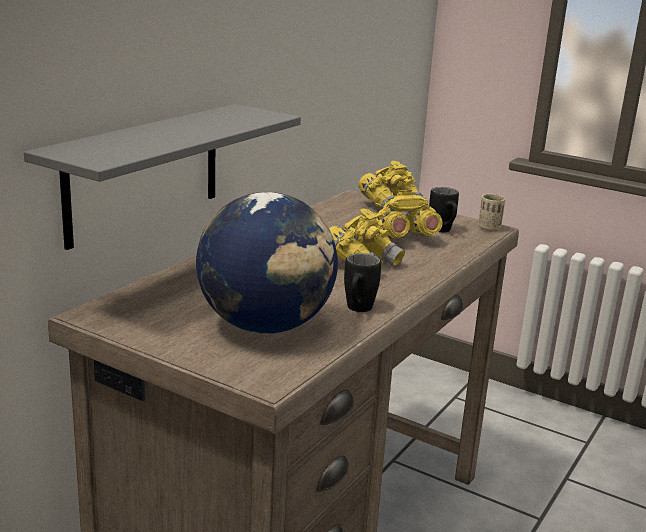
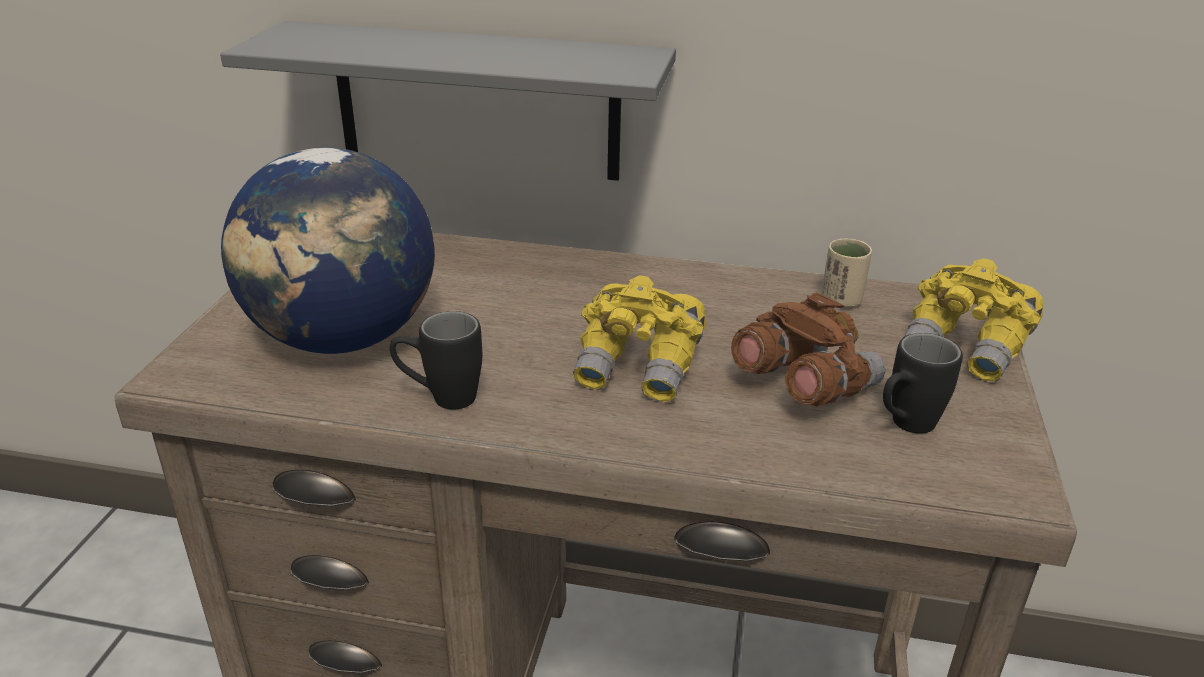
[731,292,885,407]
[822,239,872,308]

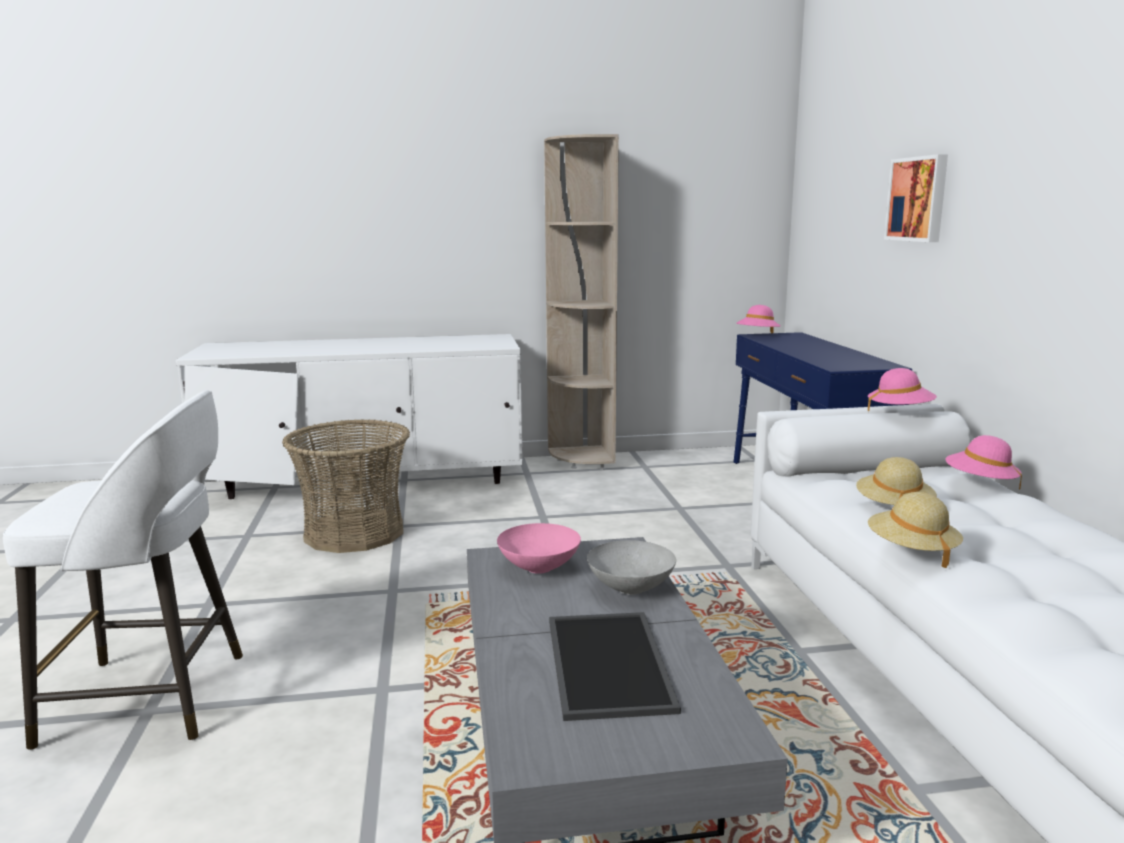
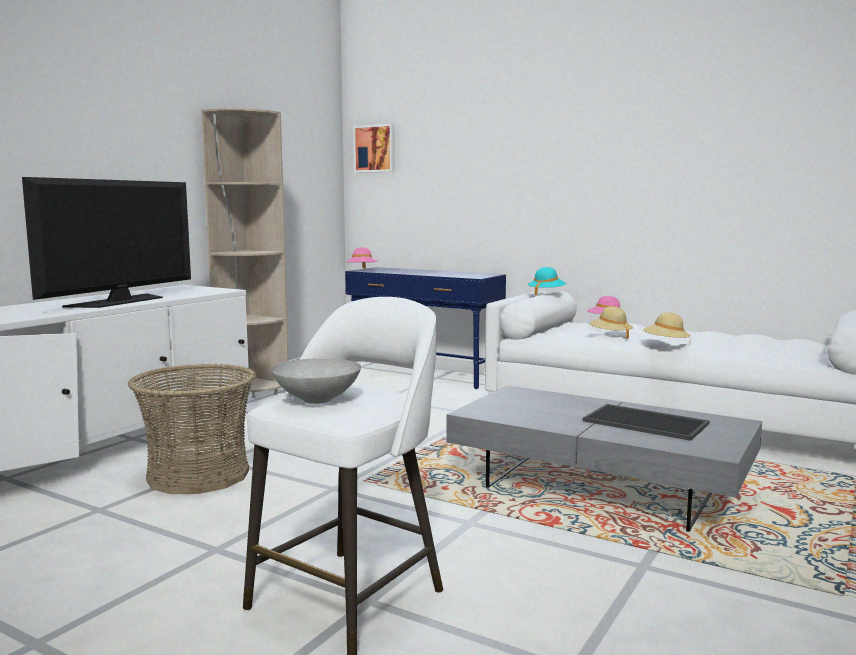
[22,177,191,308]
[271,358,361,404]
[353,124,395,173]
[528,267,566,295]
[497,523,581,574] (first image)

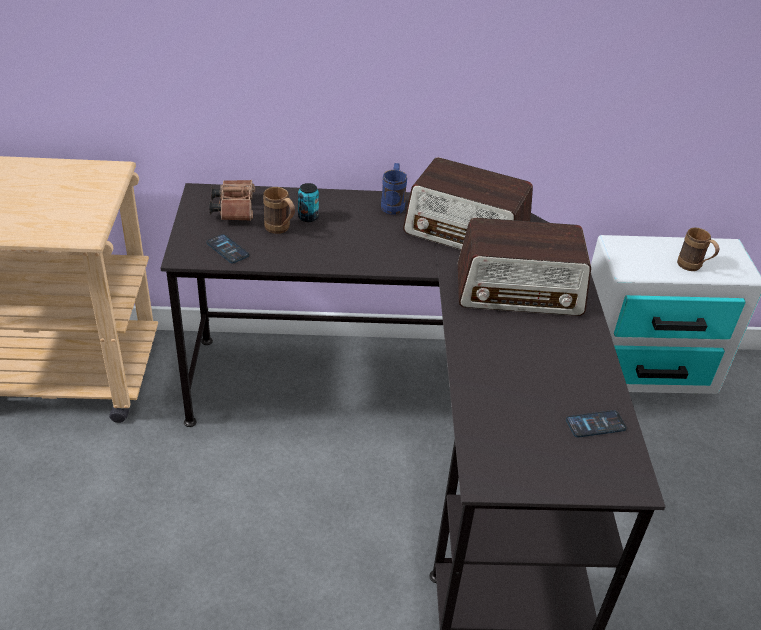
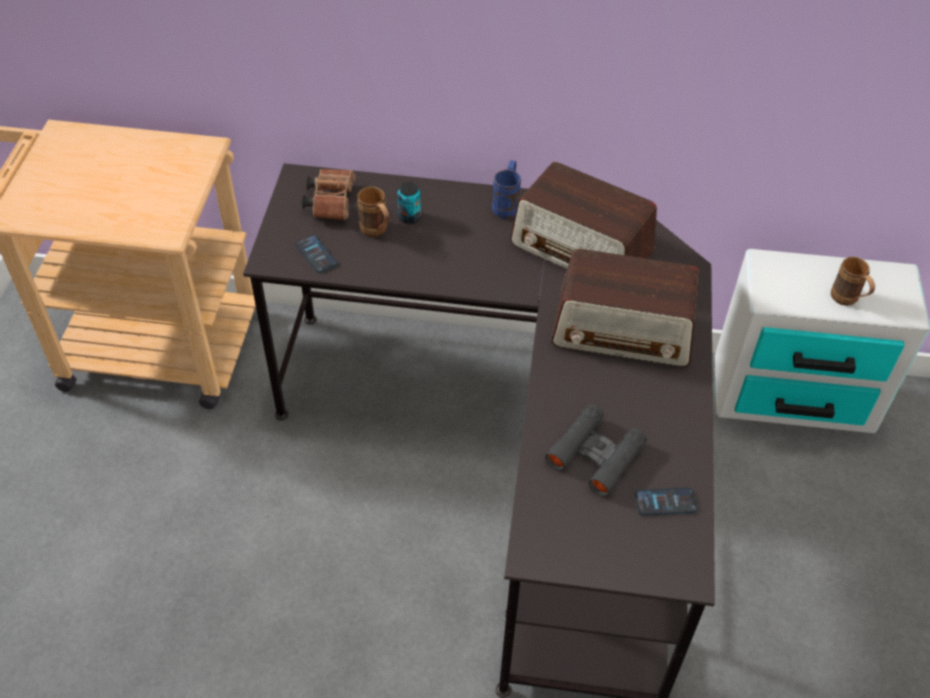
[545,404,647,497]

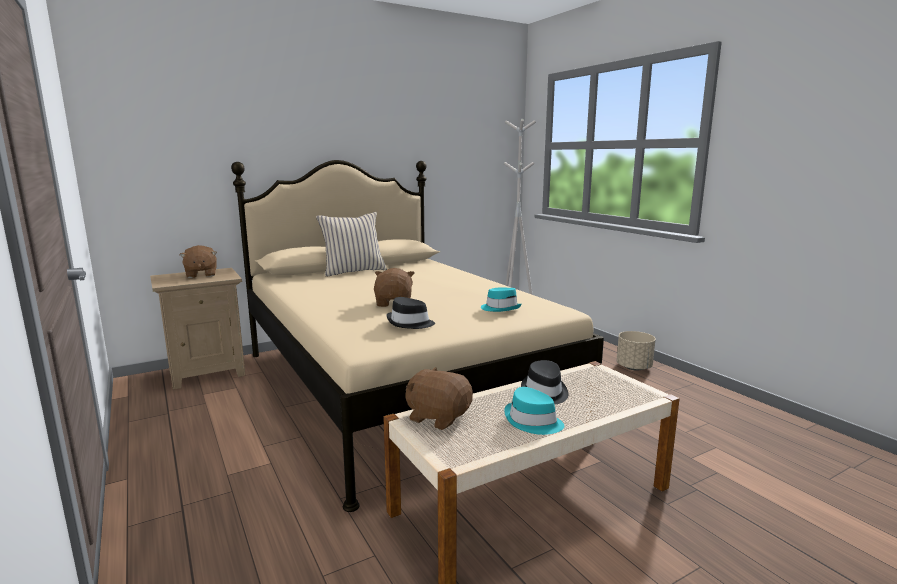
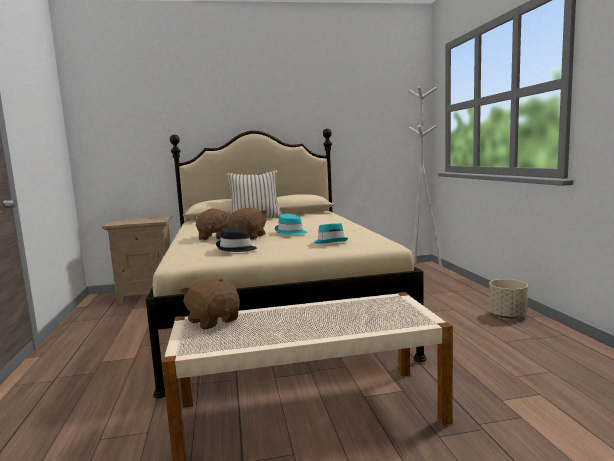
[193,208,228,240]
[275,214,307,235]
[521,360,568,405] (first image)

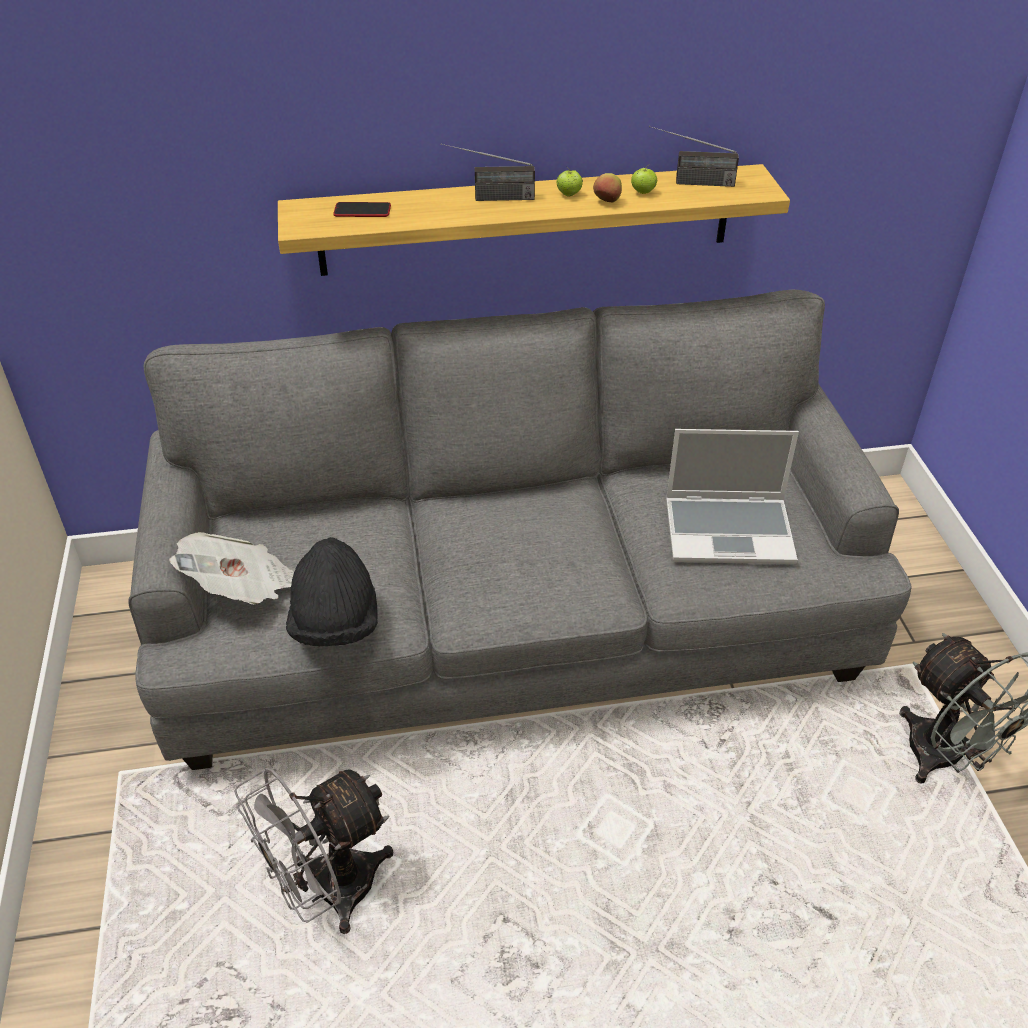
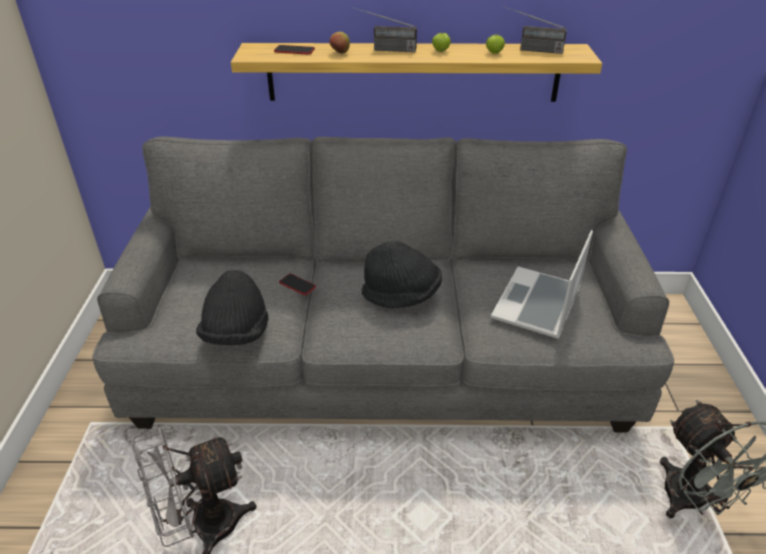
[279,274,316,295]
[330,32,350,53]
[362,241,442,308]
[490,230,593,339]
[169,532,294,604] (first image)

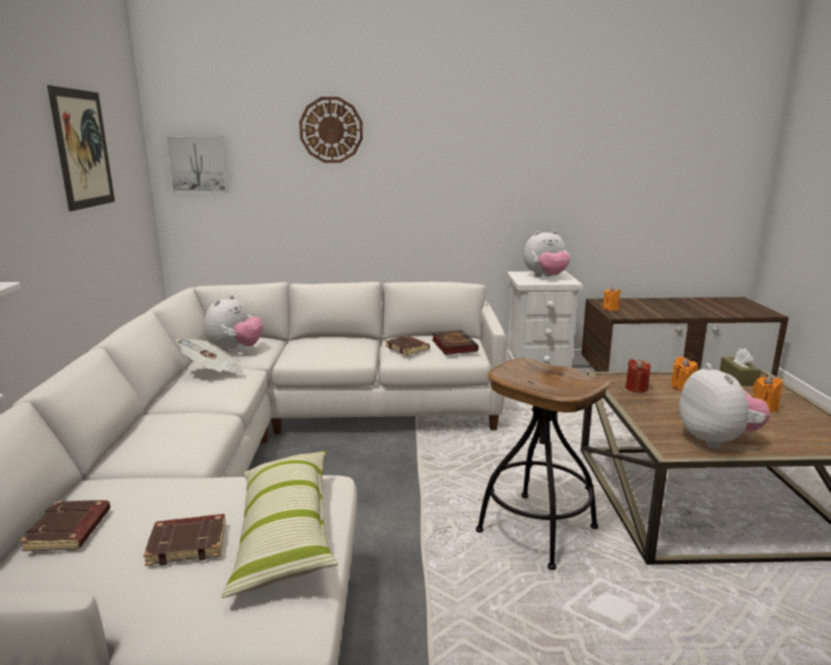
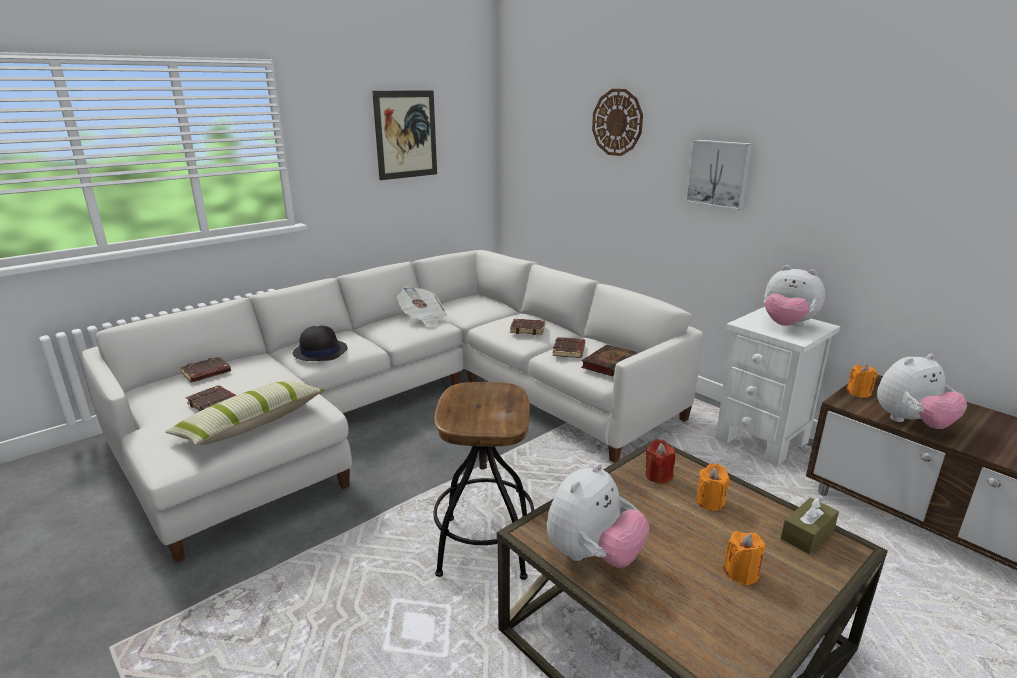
[293,326,348,361]
[510,319,545,335]
[685,140,753,210]
[877,354,967,429]

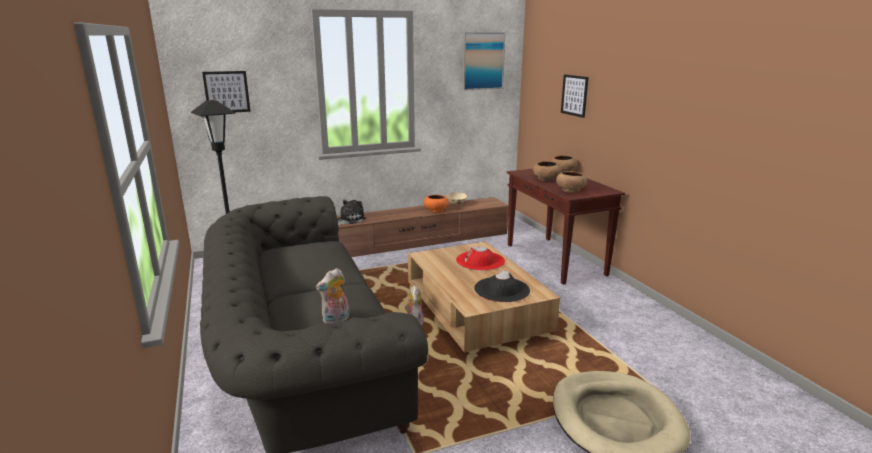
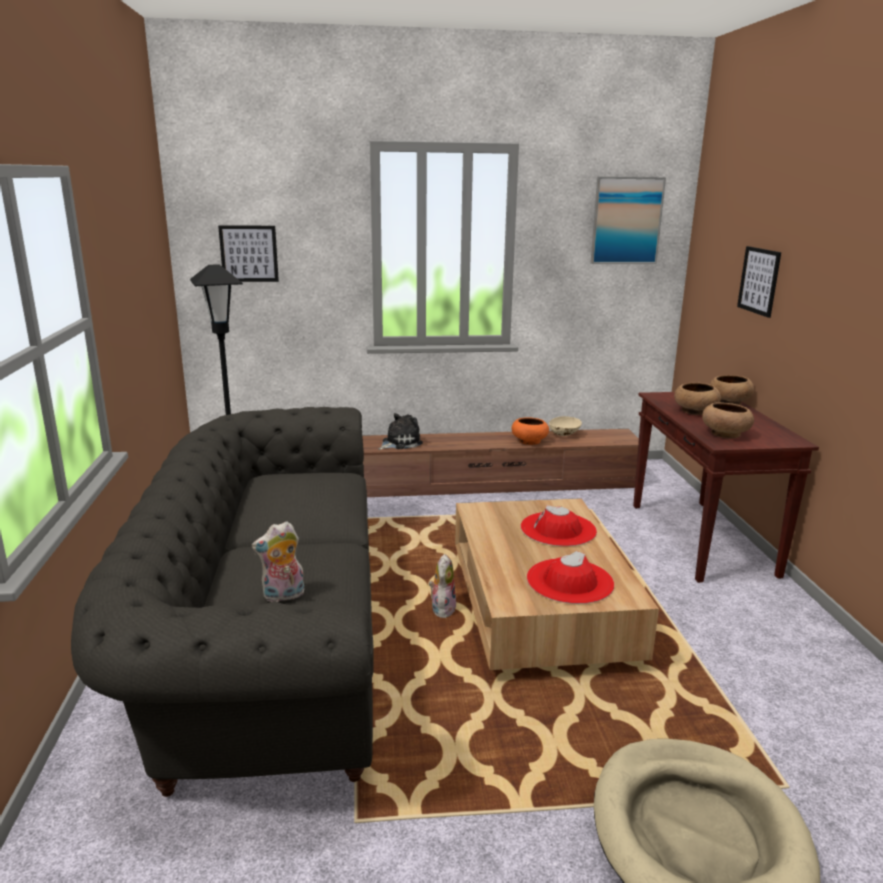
[527,551,614,604]

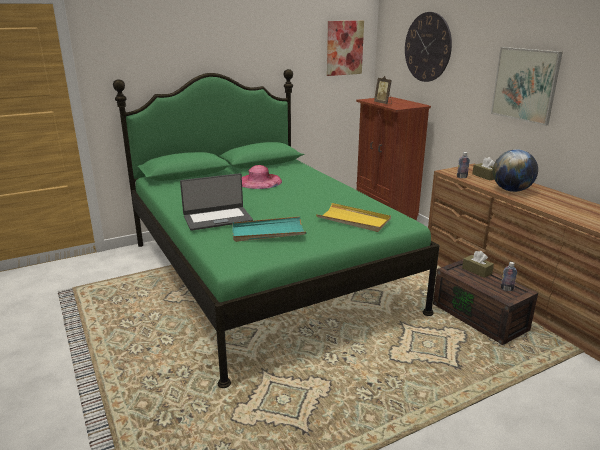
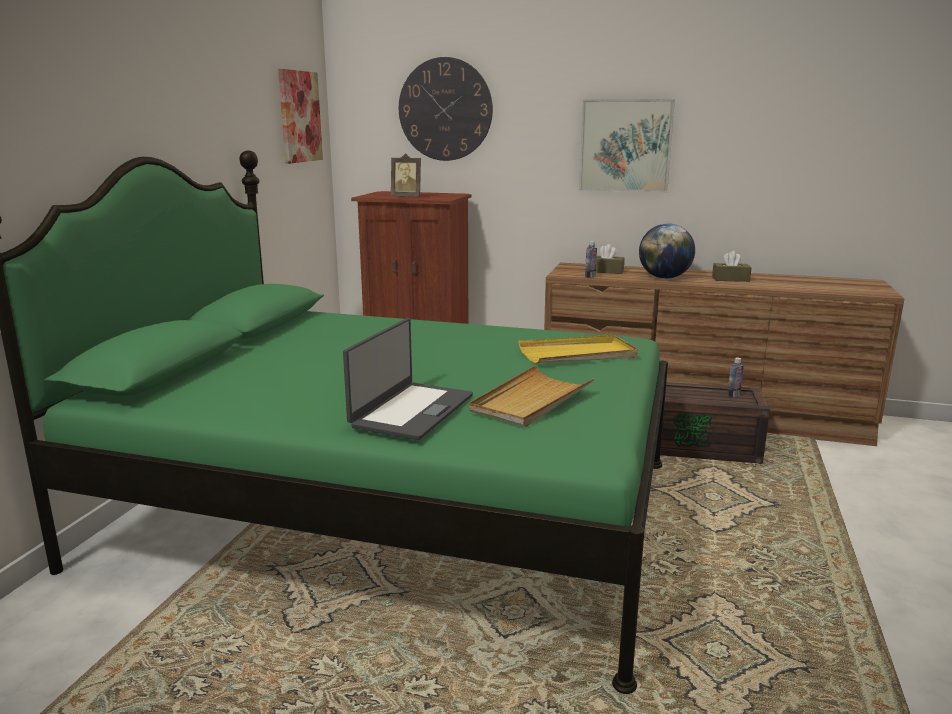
[469,365,595,427]
[712,251,752,282]
[242,165,282,189] (first image)

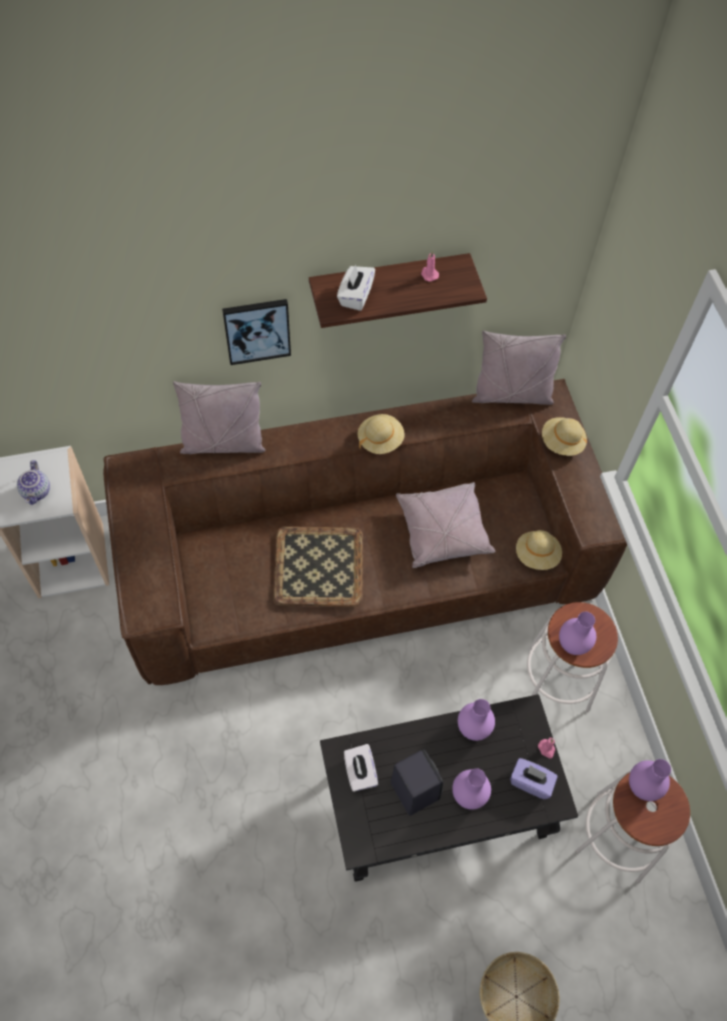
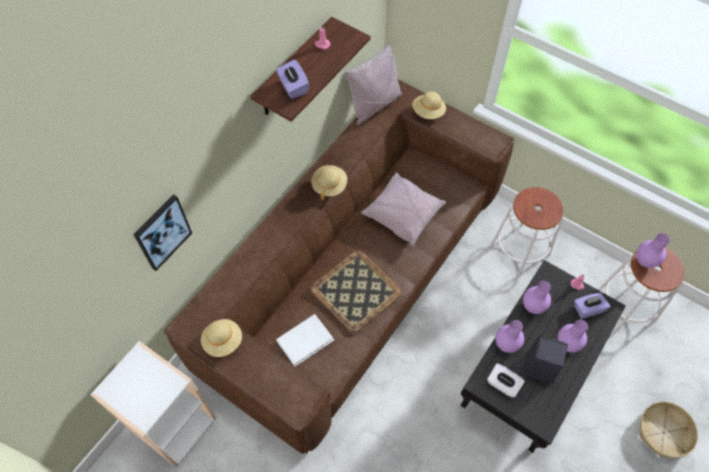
[133,194,192,271]
[201,319,242,357]
[276,59,309,99]
[276,314,335,367]
[495,320,524,353]
[17,460,50,505] (first image)
[173,381,266,454] (first image)

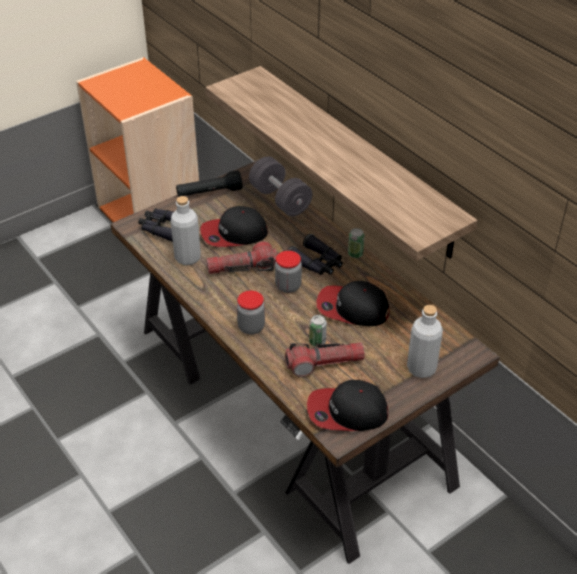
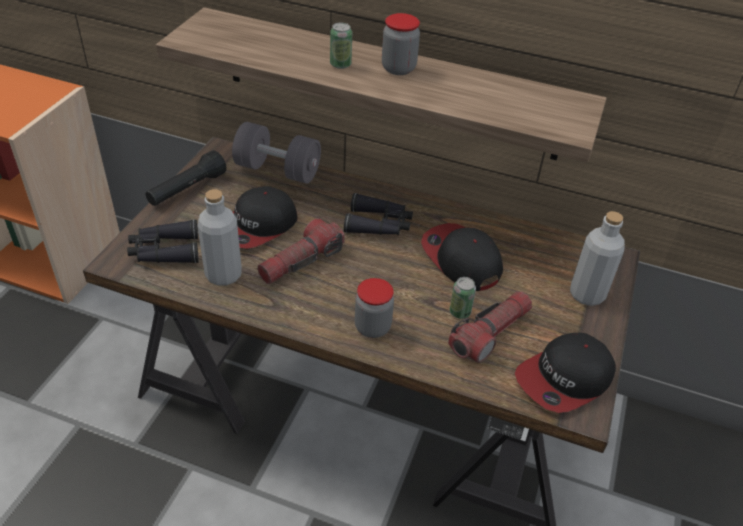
[330,23,352,69]
[382,13,420,75]
[421,223,503,291]

